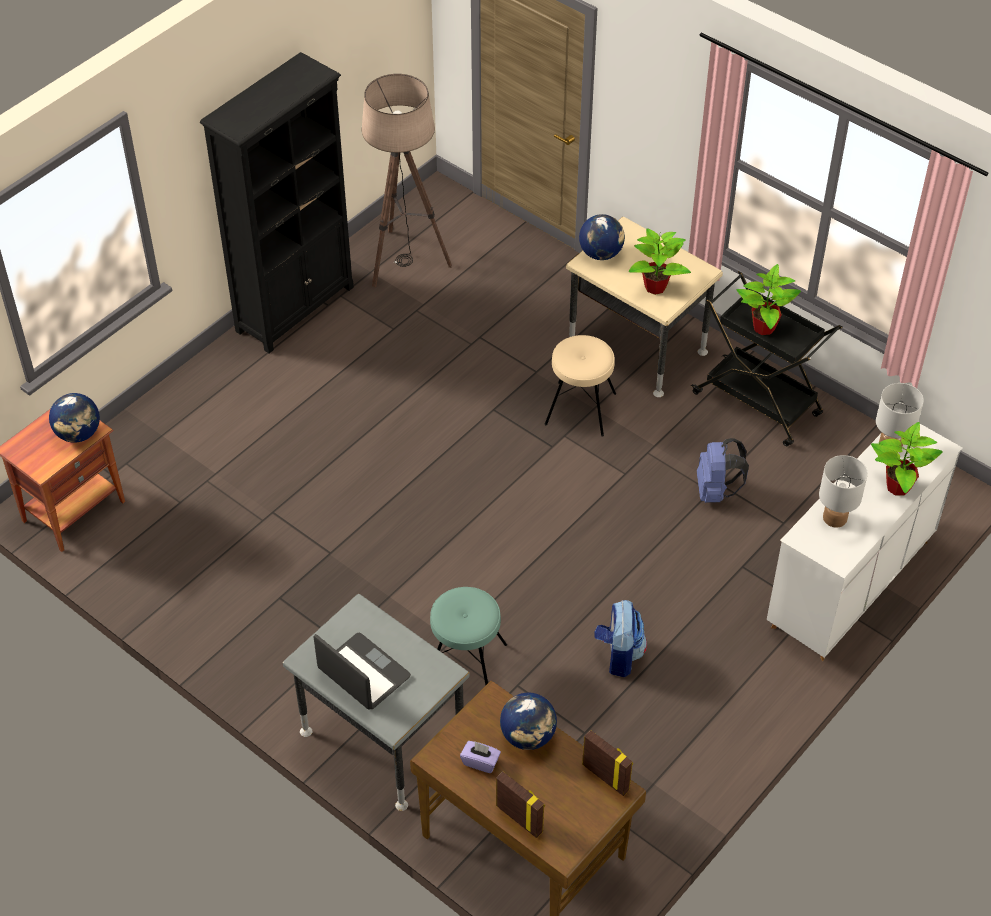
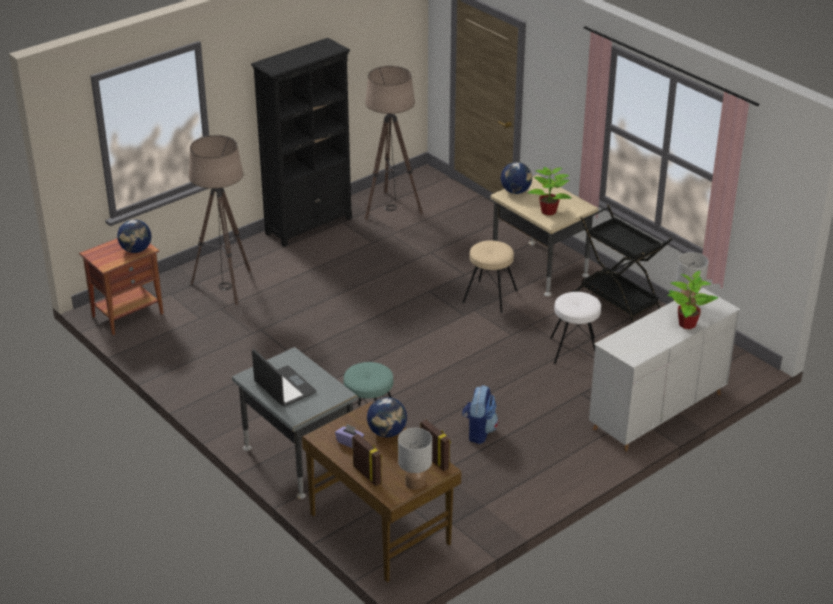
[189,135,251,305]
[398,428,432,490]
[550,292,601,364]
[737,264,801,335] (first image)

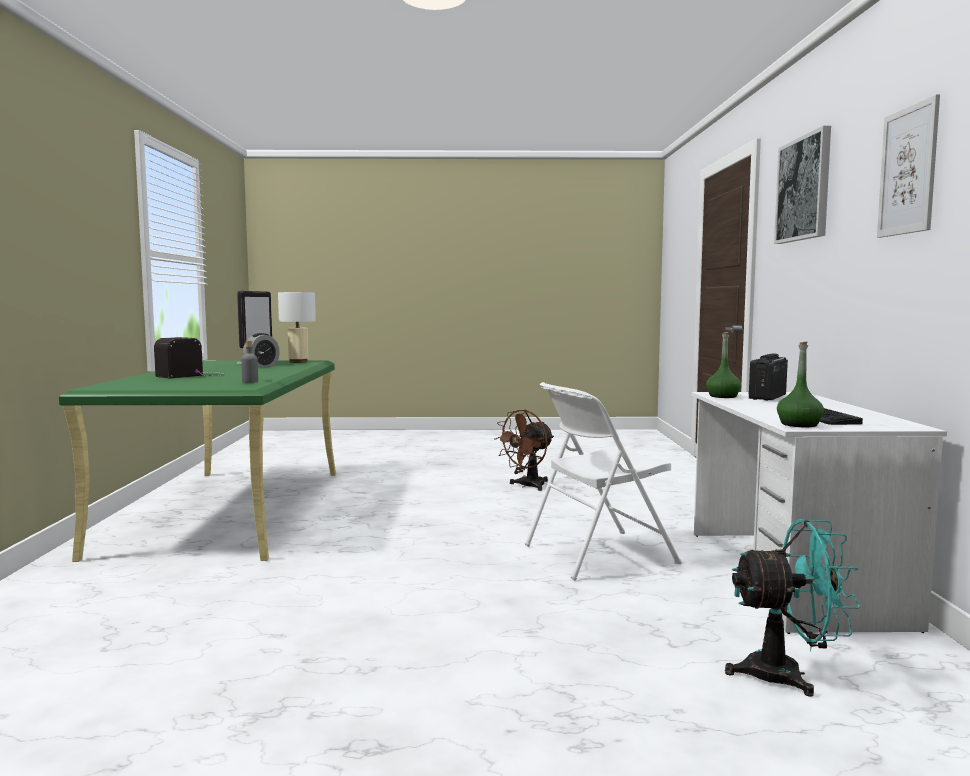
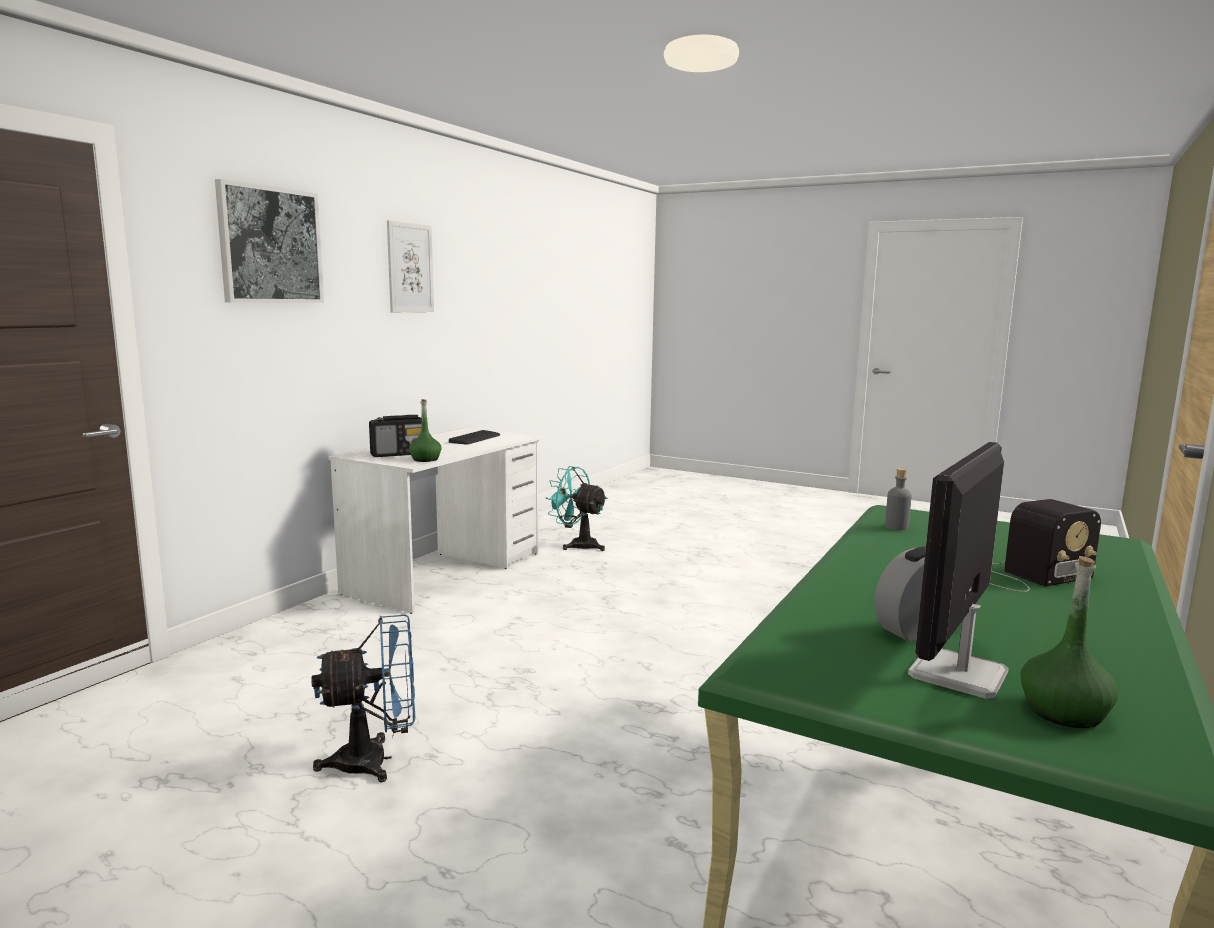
[311,615,415,782]
[1020,556,1119,728]
[278,292,316,363] (first image)
[525,382,681,581] (first image)

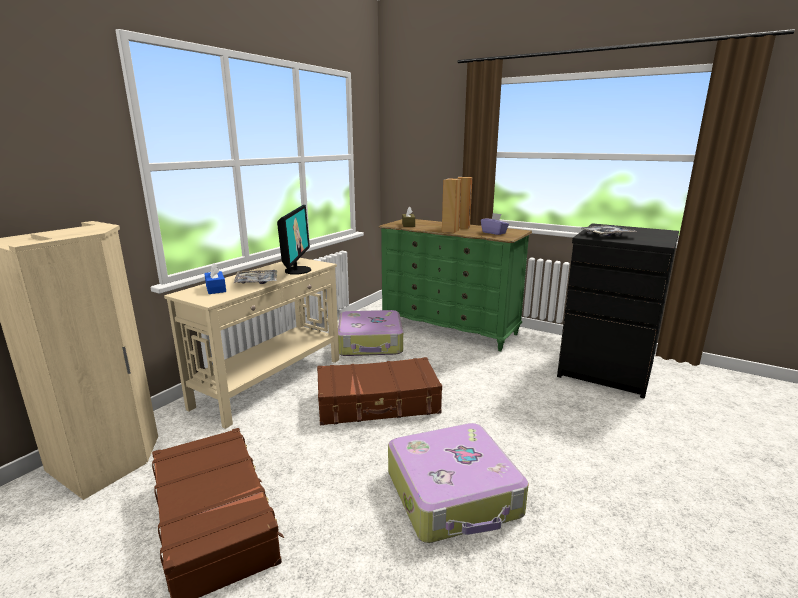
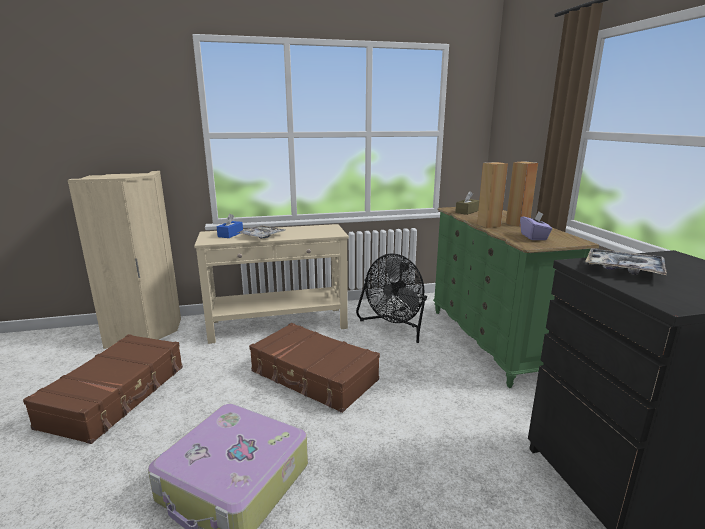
[356,253,427,343]
[277,205,311,275] (first image)

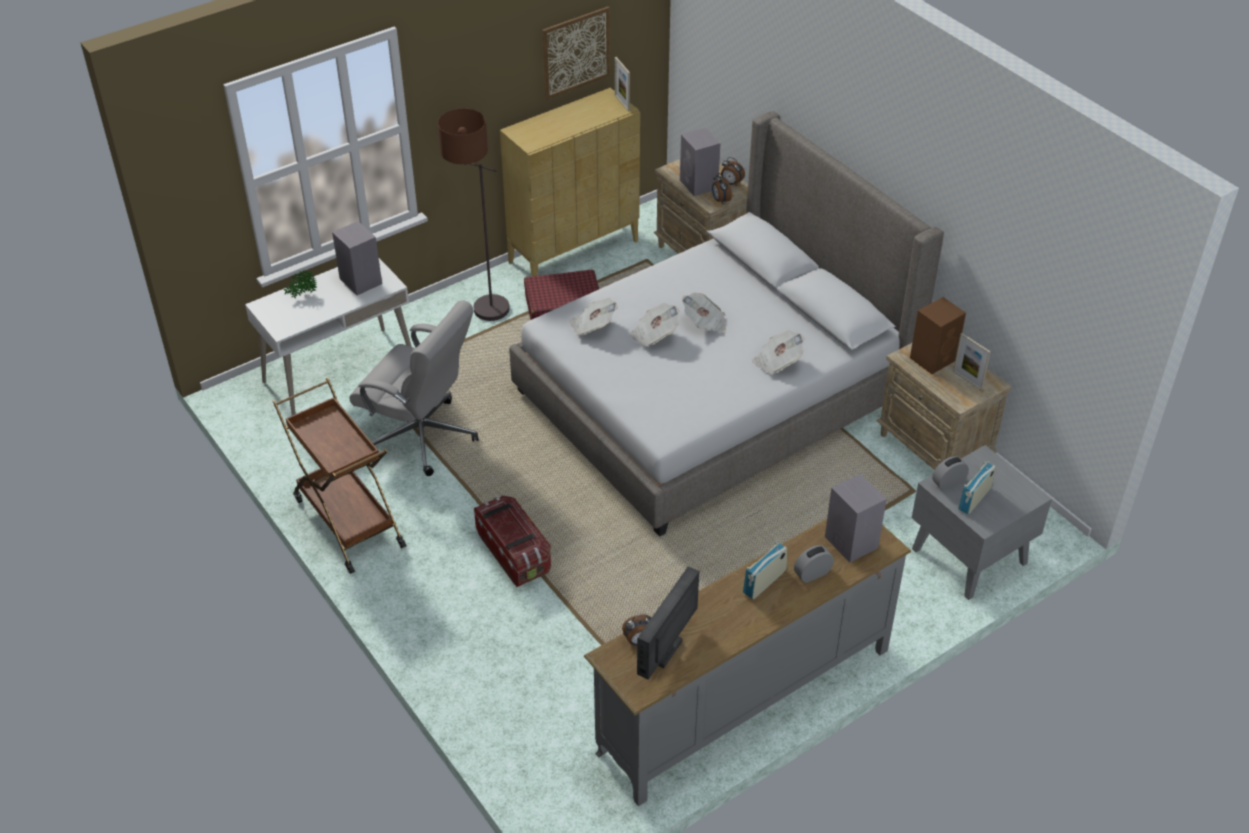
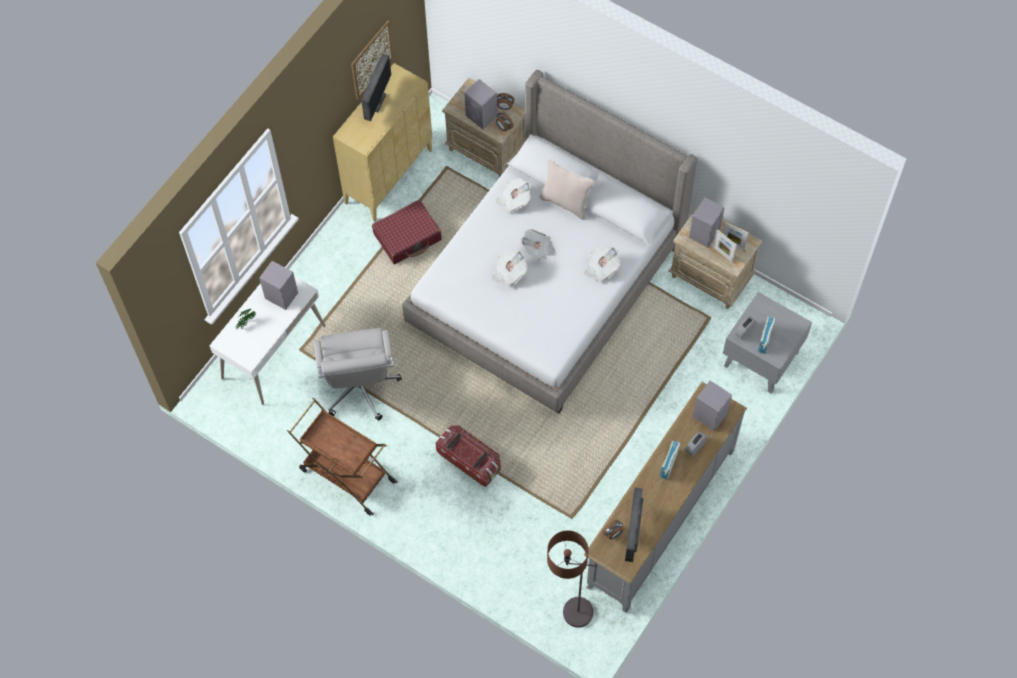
[314,328,402,421]
[361,54,391,121]
[496,178,531,213]
[539,159,594,220]
[547,530,598,628]
[689,197,725,248]
[713,229,737,263]

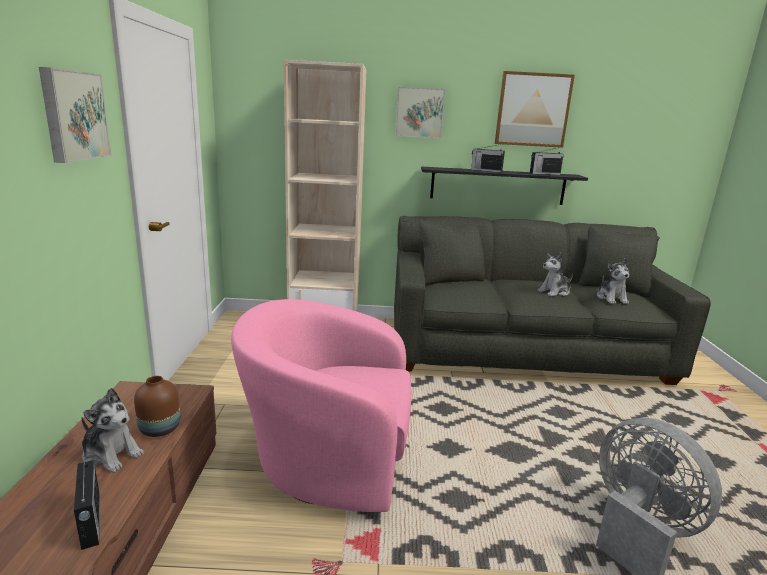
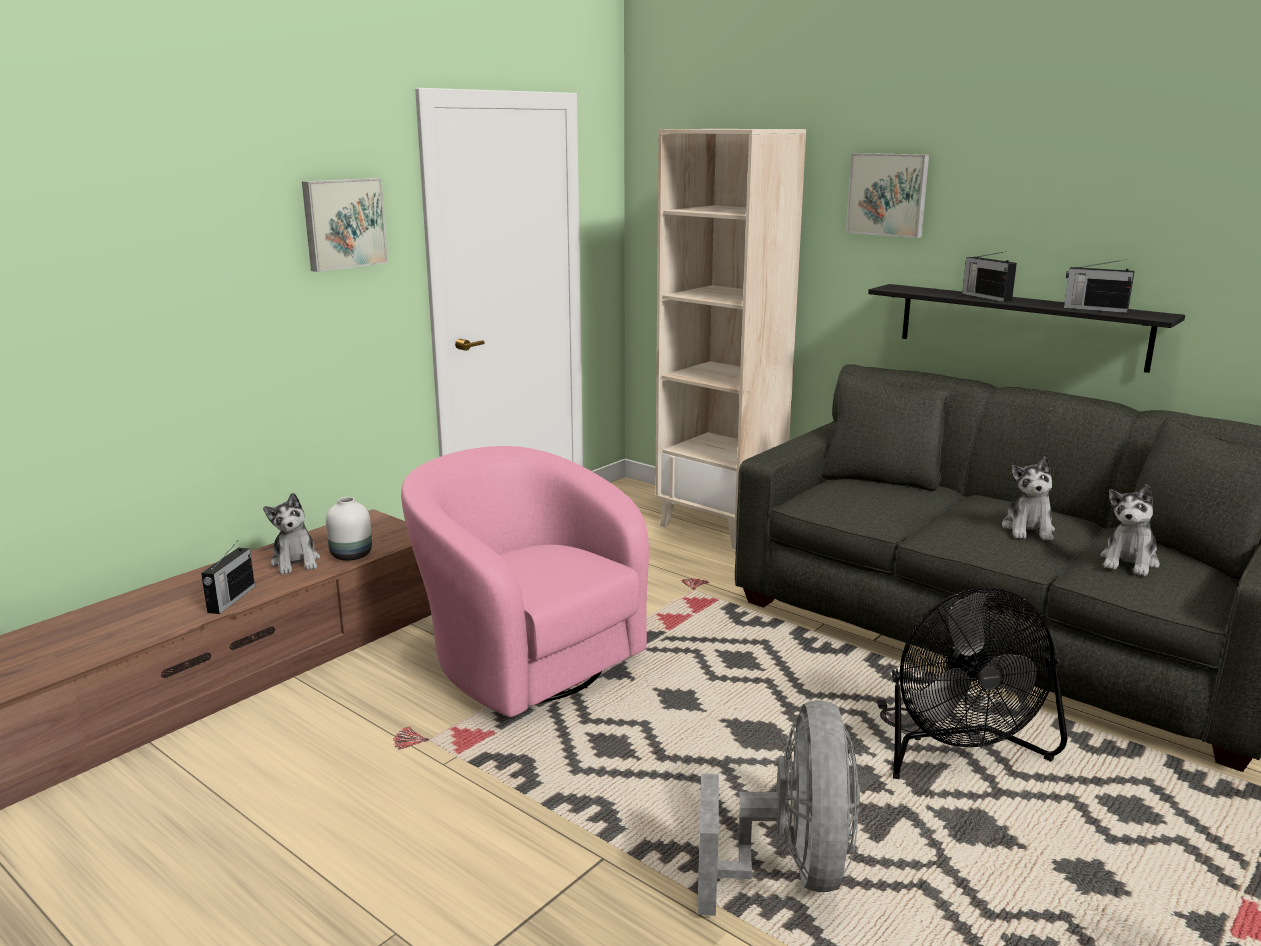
[326,497,372,561]
[877,588,1067,779]
[1002,457,1055,541]
[495,71,575,148] (first image)

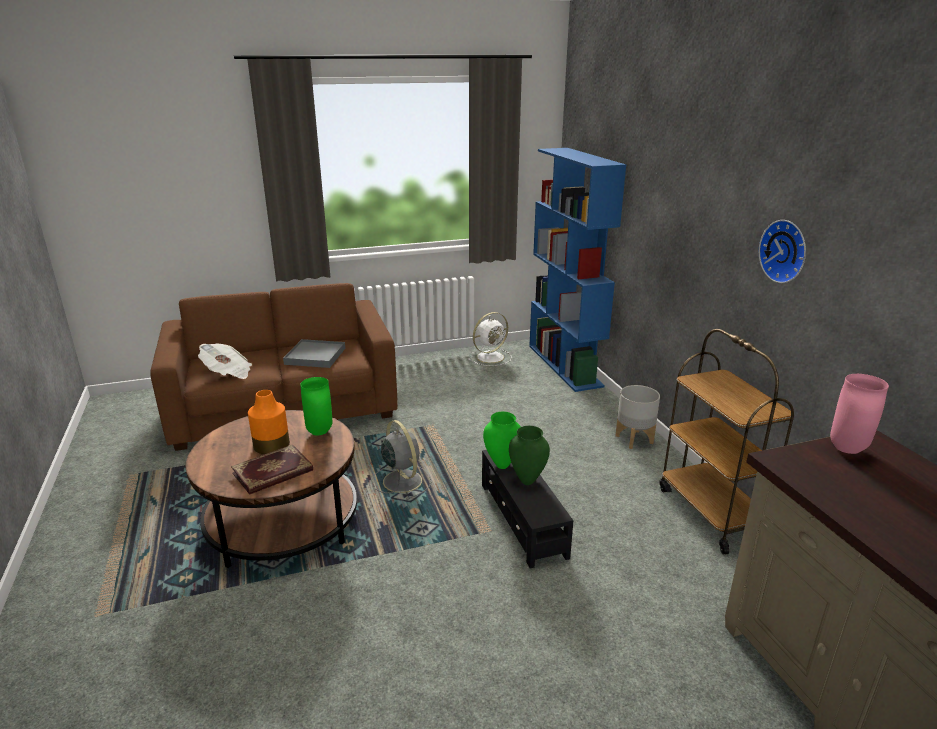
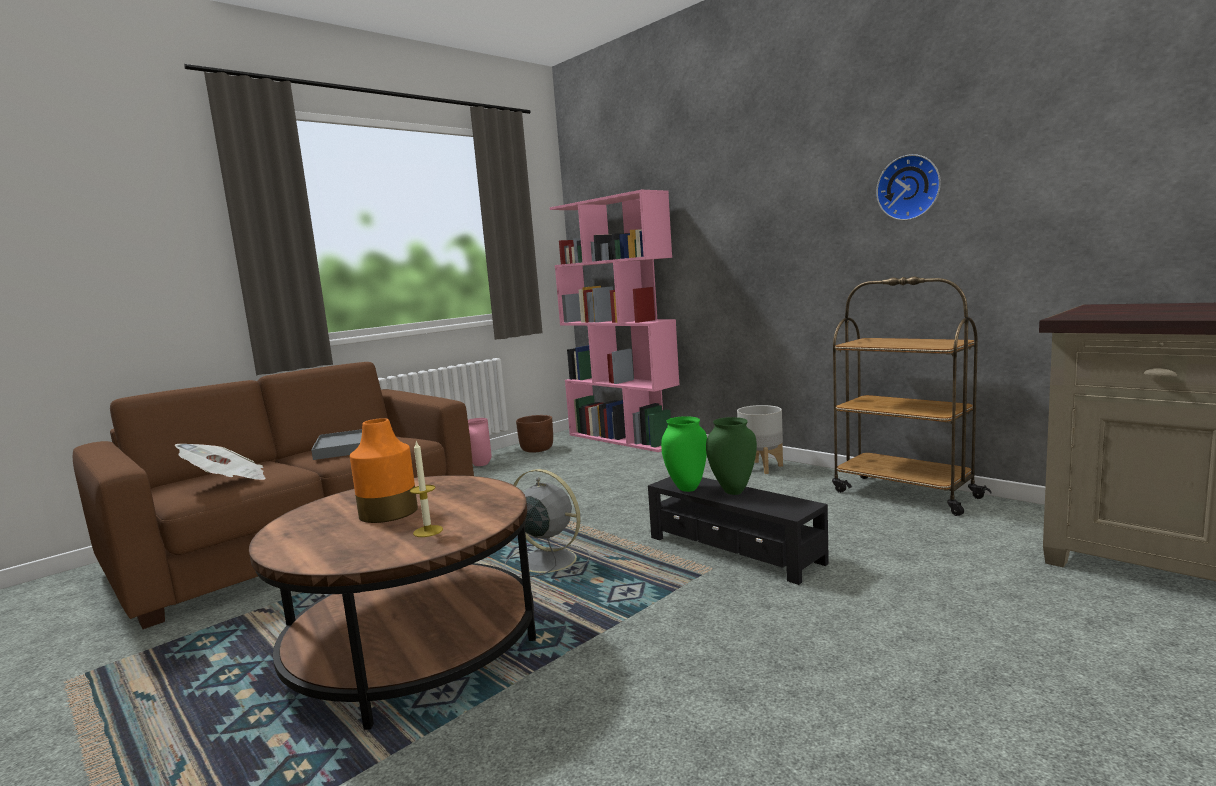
[410,441,443,537]
[468,418,492,466]
[516,415,553,453]
[550,190,680,452]
[300,377,332,436] (first image)

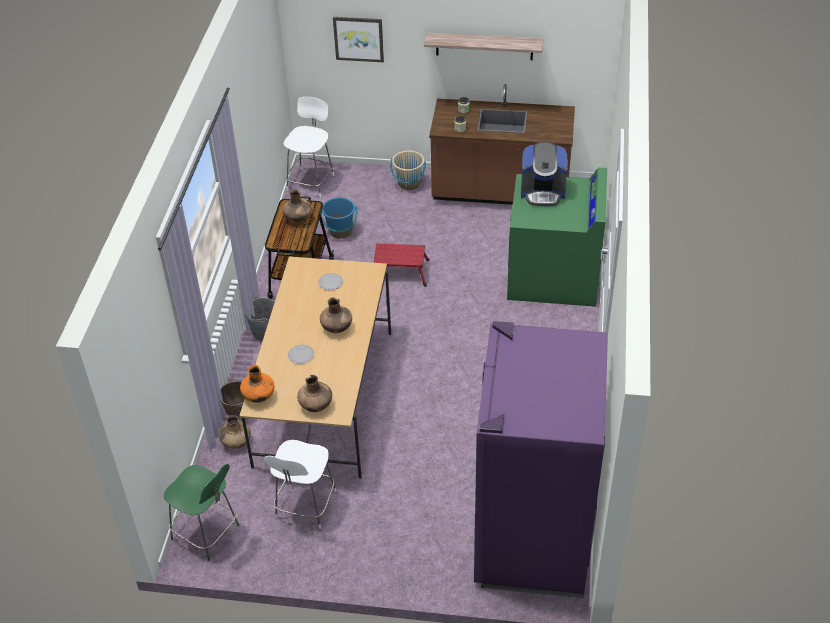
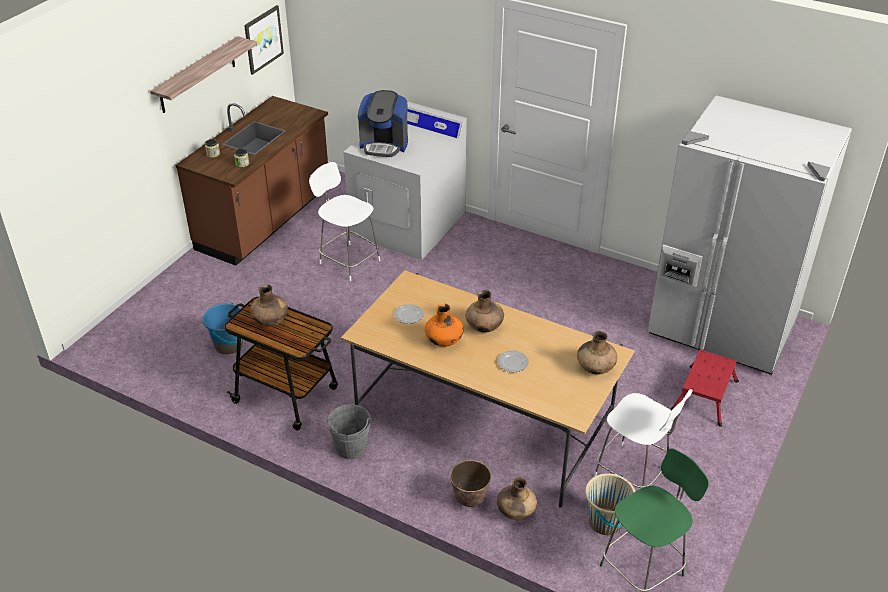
[244,5,284,75]
[309,162,380,281]
[343,101,467,260]
[358,90,408,157]
[425,303,464,347]
[585,474,635,535]
[648,95,852,375]
[670,349,739,427]

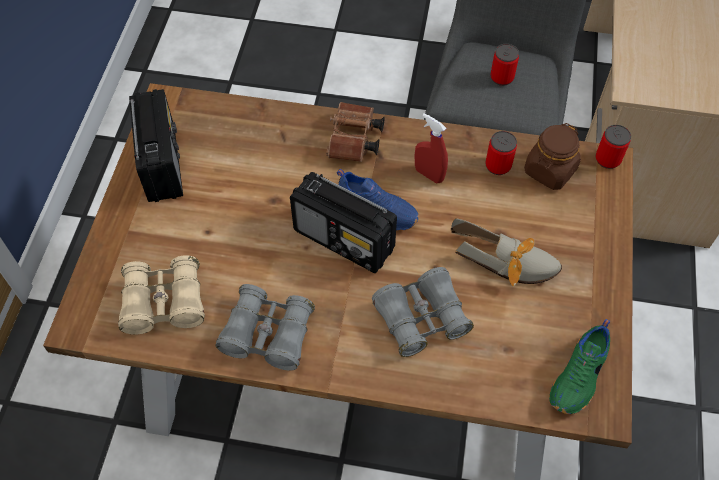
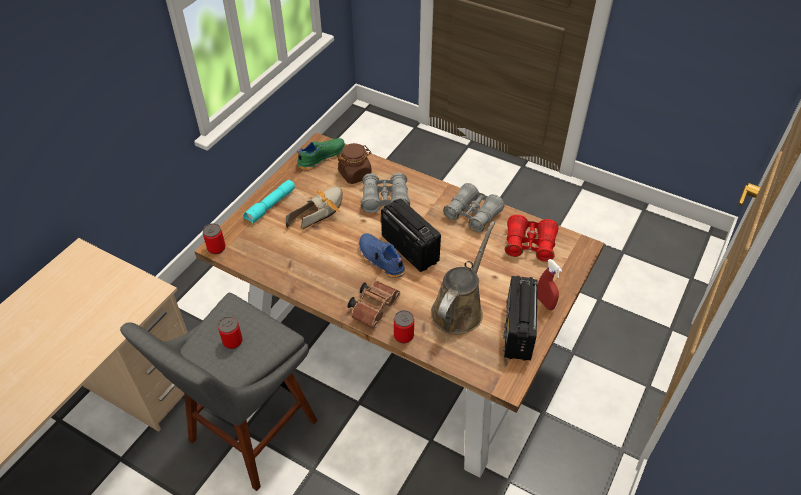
[243,180,295,224]
[286,187,343,230]
[338,143,372,184]
[394,310,414,343]
[431,221,495,335]
[505,215,559,262]
[537,259,562,310]

